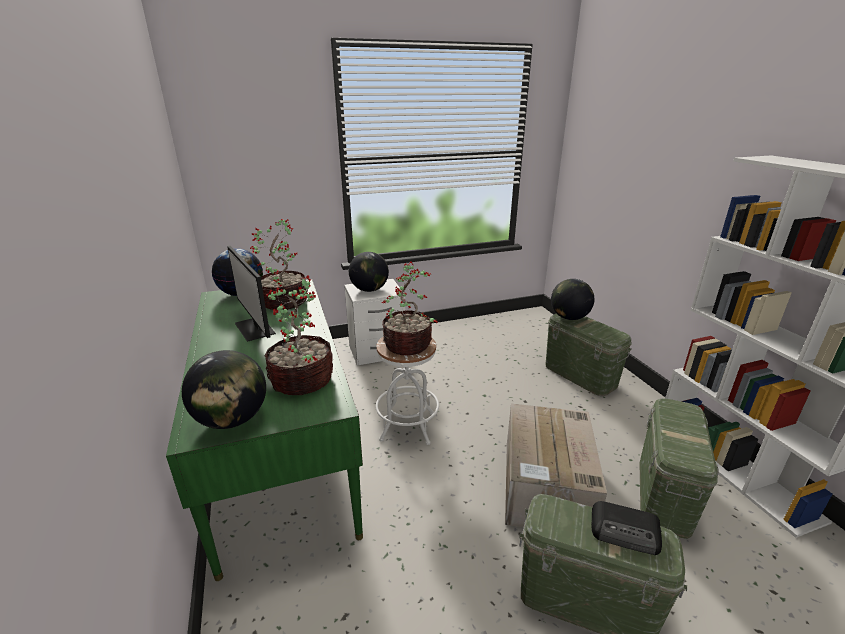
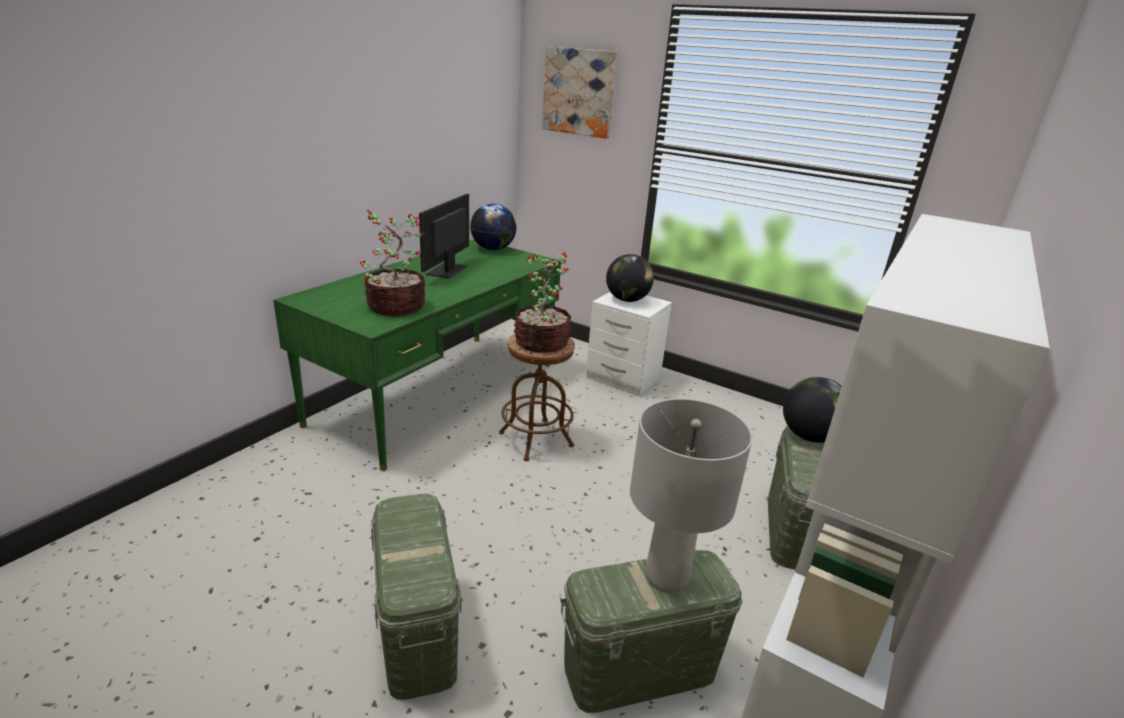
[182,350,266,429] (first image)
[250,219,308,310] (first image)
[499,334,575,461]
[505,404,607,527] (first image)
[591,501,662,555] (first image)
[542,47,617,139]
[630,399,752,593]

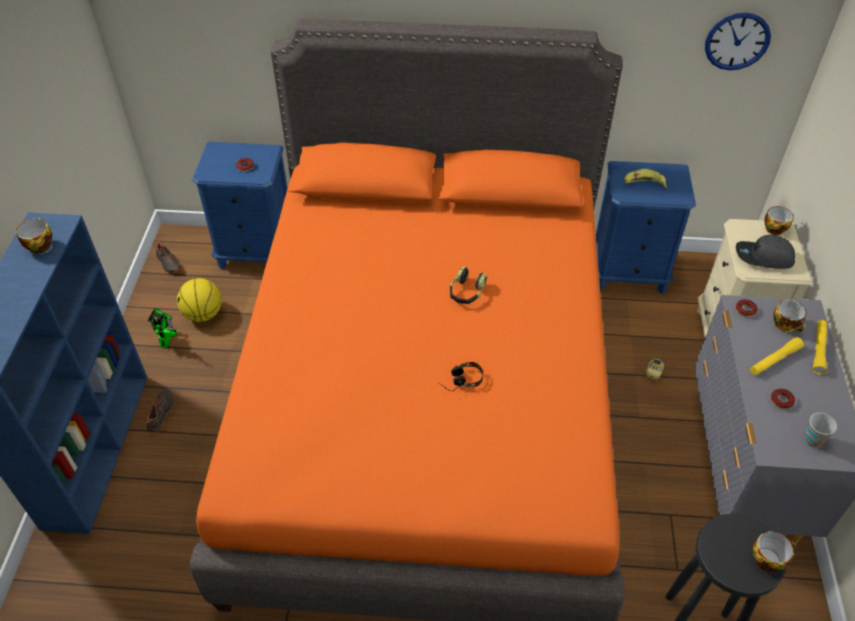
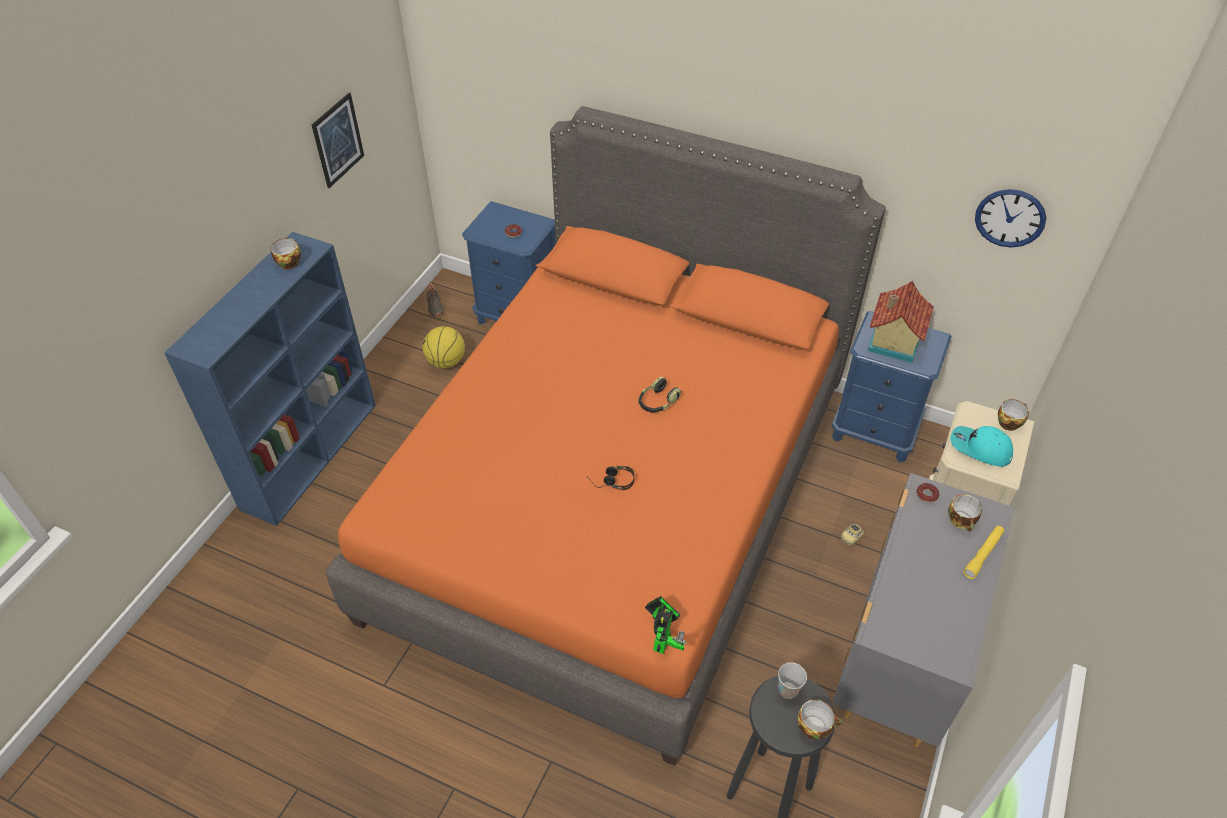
[145,389,174,433] (first image)
[645,596,686,654]
[868,281,934,363]
[951,426,1013,467]
[750,337,804,375] (first image)
[771,389,795,409] (first image)
[778,662,807,699]
[312,93,364,188]

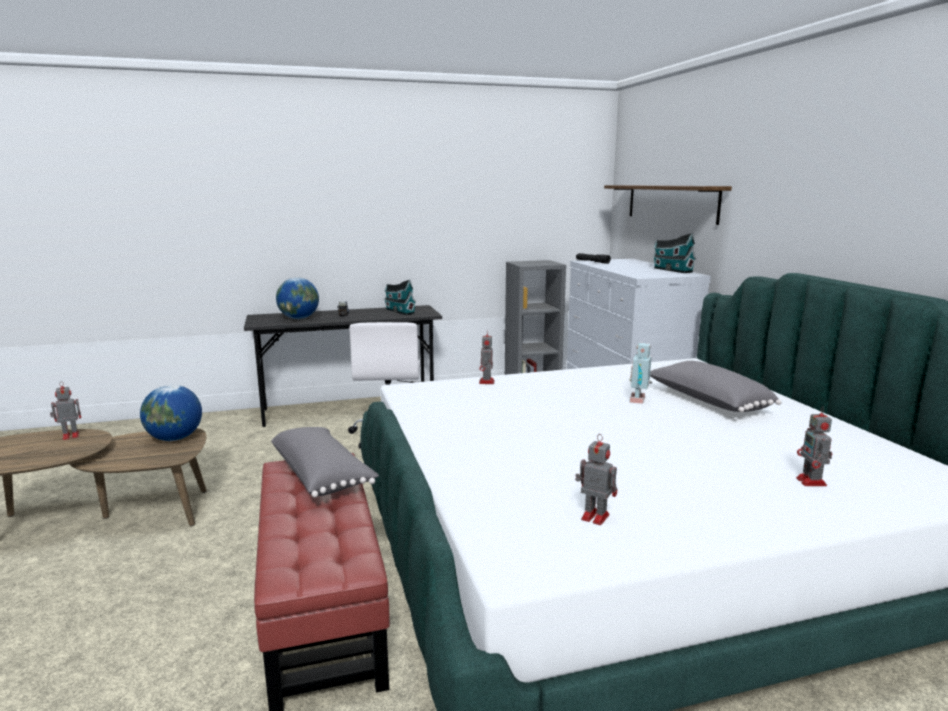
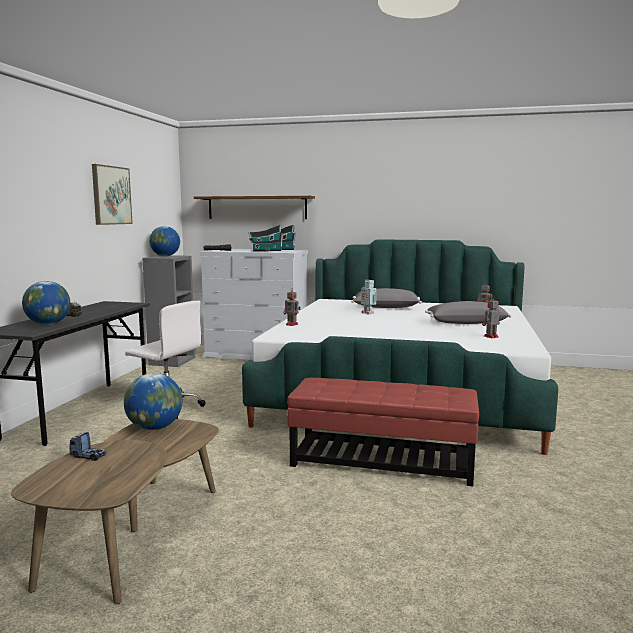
[69,432,106,461]
[425,301,512,324]
[249,225,283,251]
[92,164,133,225]
[149,226,180,256]

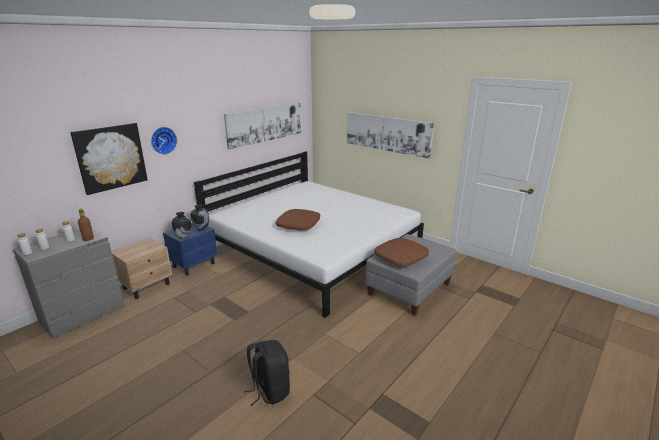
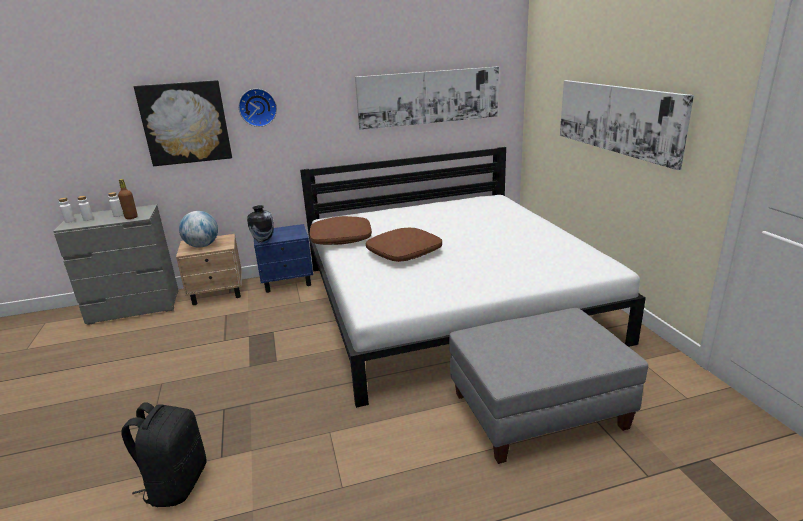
[191,205,209,231] (first image)
[309,216,372,245]
[179,211,218,248]

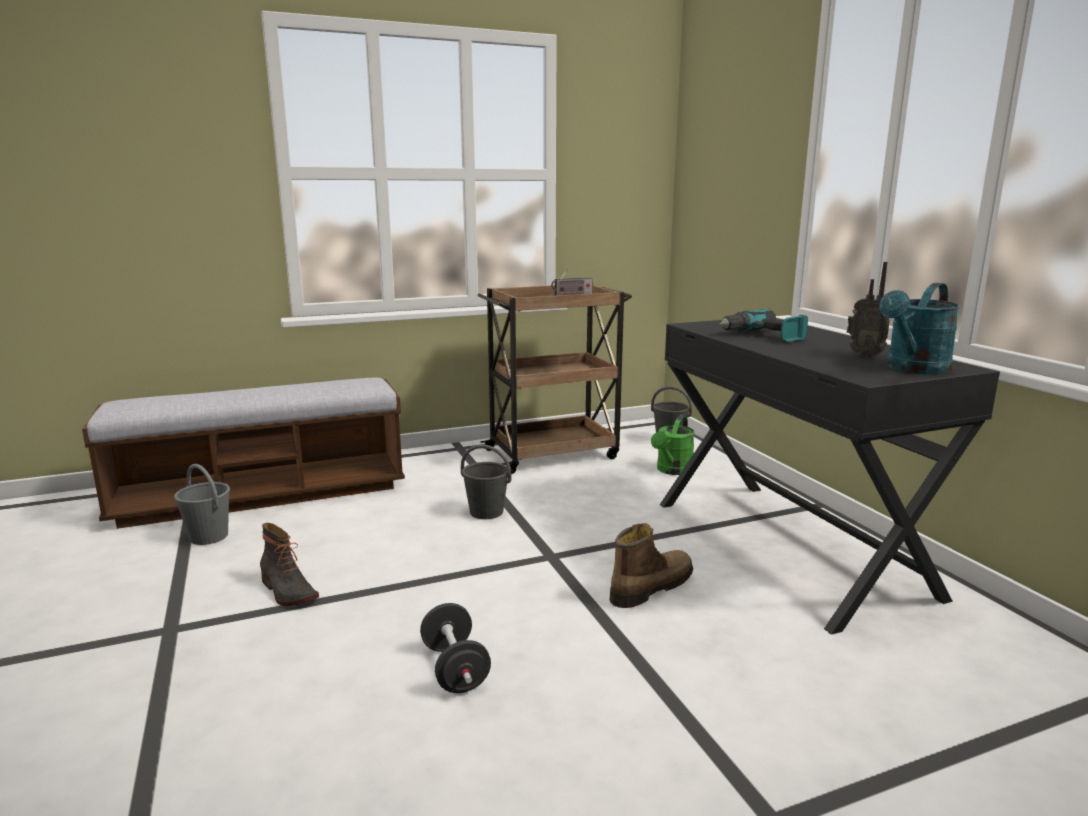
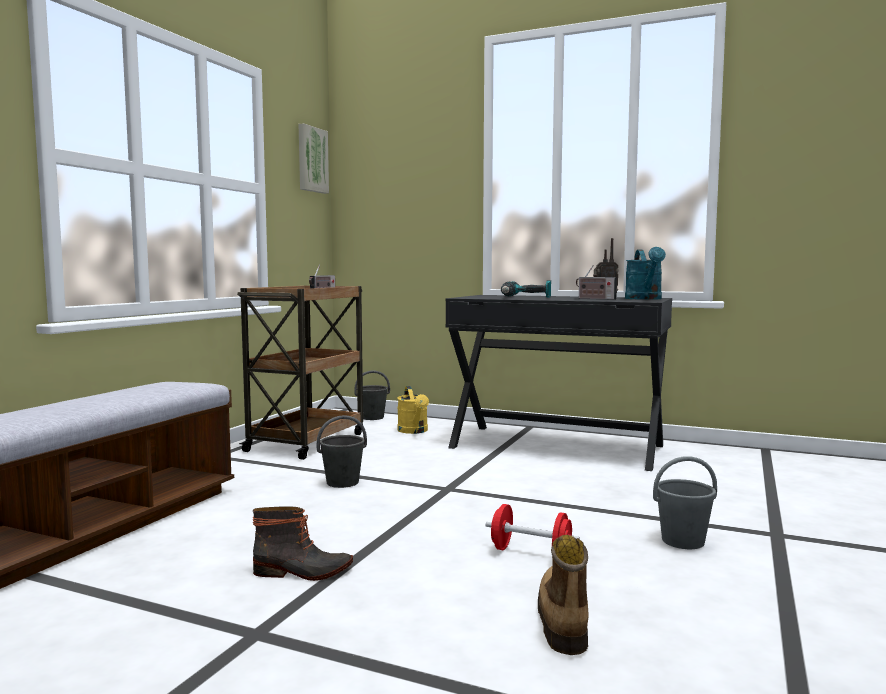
[653,456,717,549]
[486,504,580,550]
[538,535,589,655]
[397,386,429,434]
[299,123,329,194]
[576,265,617,300]

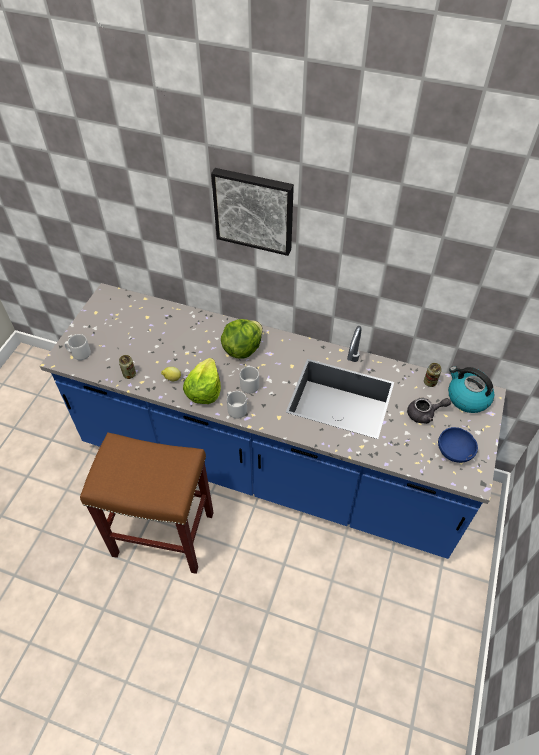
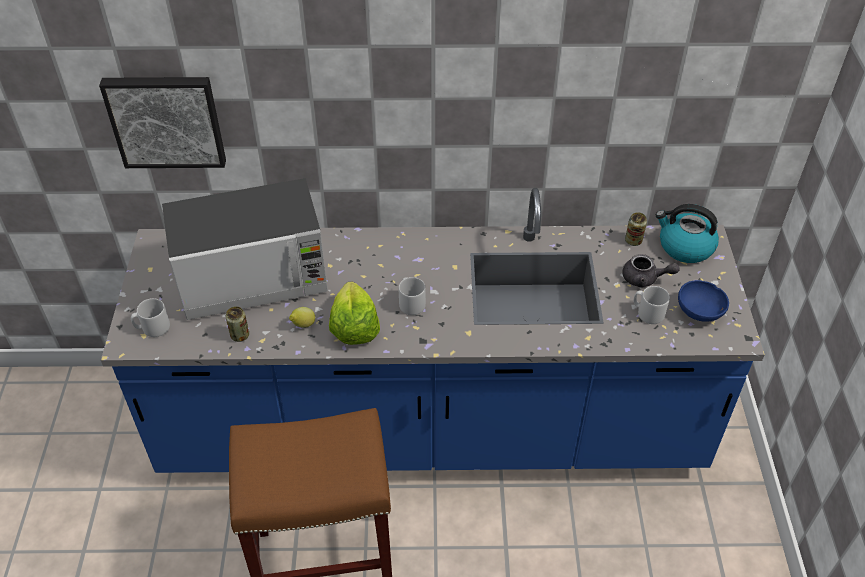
[99,77,226,168]
[221,319,263,359] (first image)
[634,286,670,324]
[622,254,680,287]
[162,178,328,320]

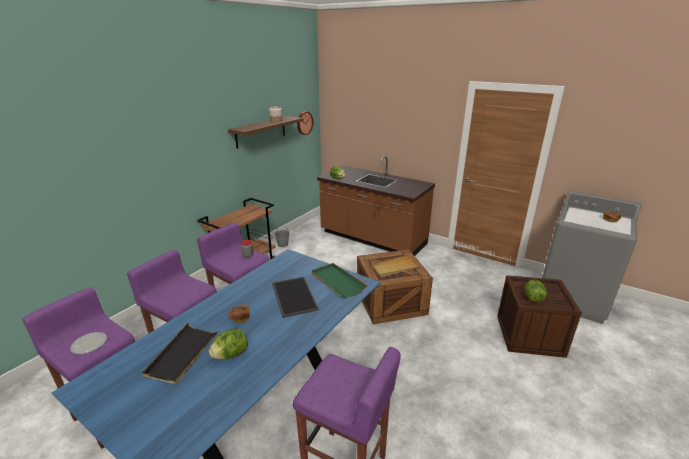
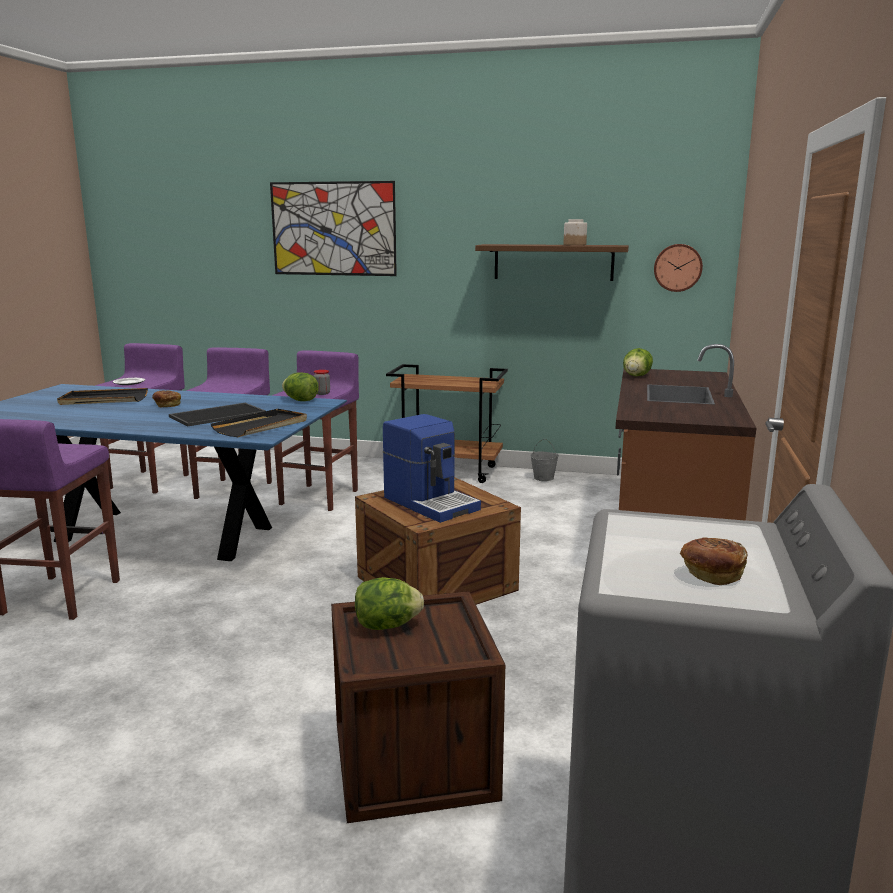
[282,373,319,401]
[211,409,307,437]
[383,414,481,523]
[270,181,397,276]

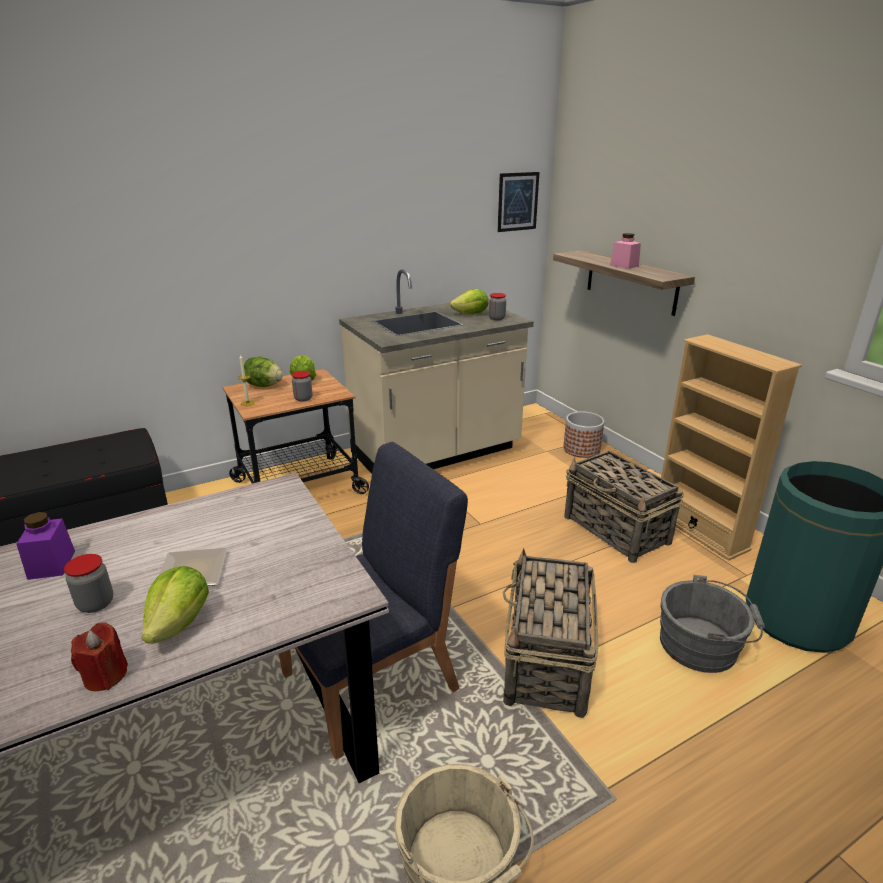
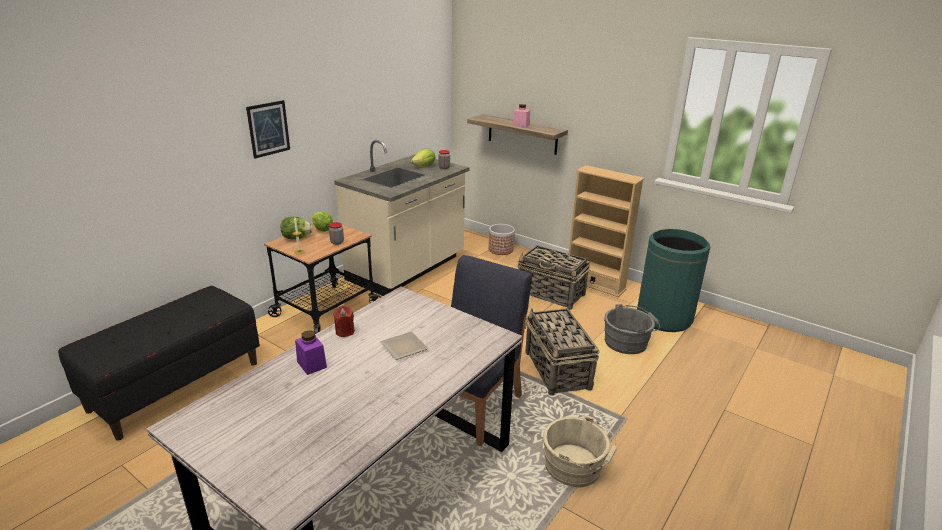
[64,554,113,613] (first image)
[333,306,355,337]
[142,566,209,644] (first image)
[246,100,290,159]

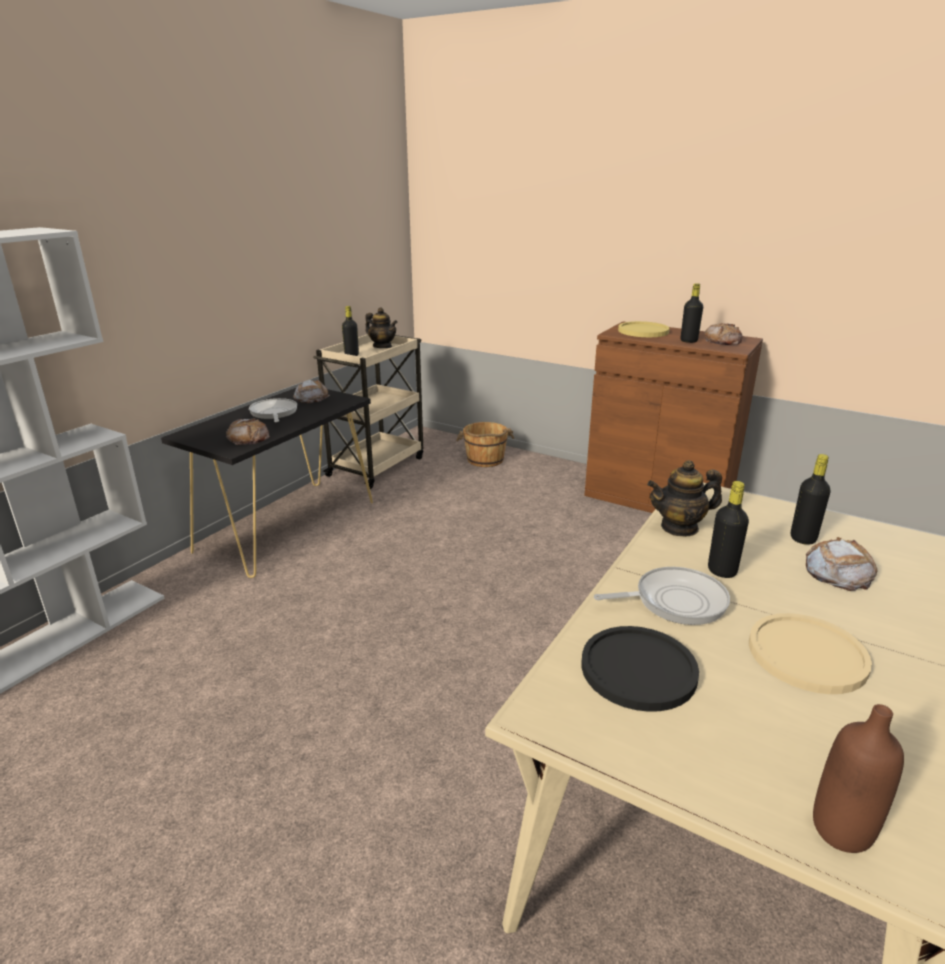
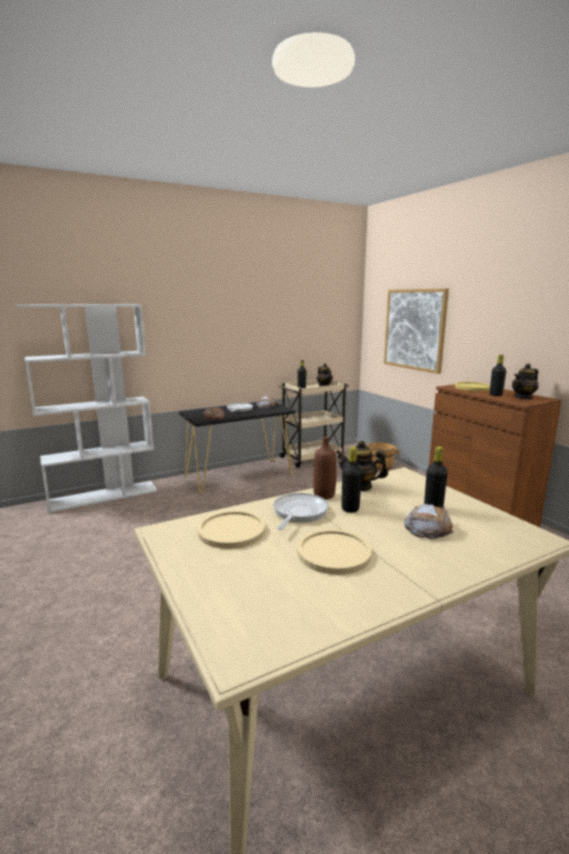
[198,510,265,549]
[273,493,328,530]
[512,363,539,399]
[313,436,337,499]
[384,288,449,374]

